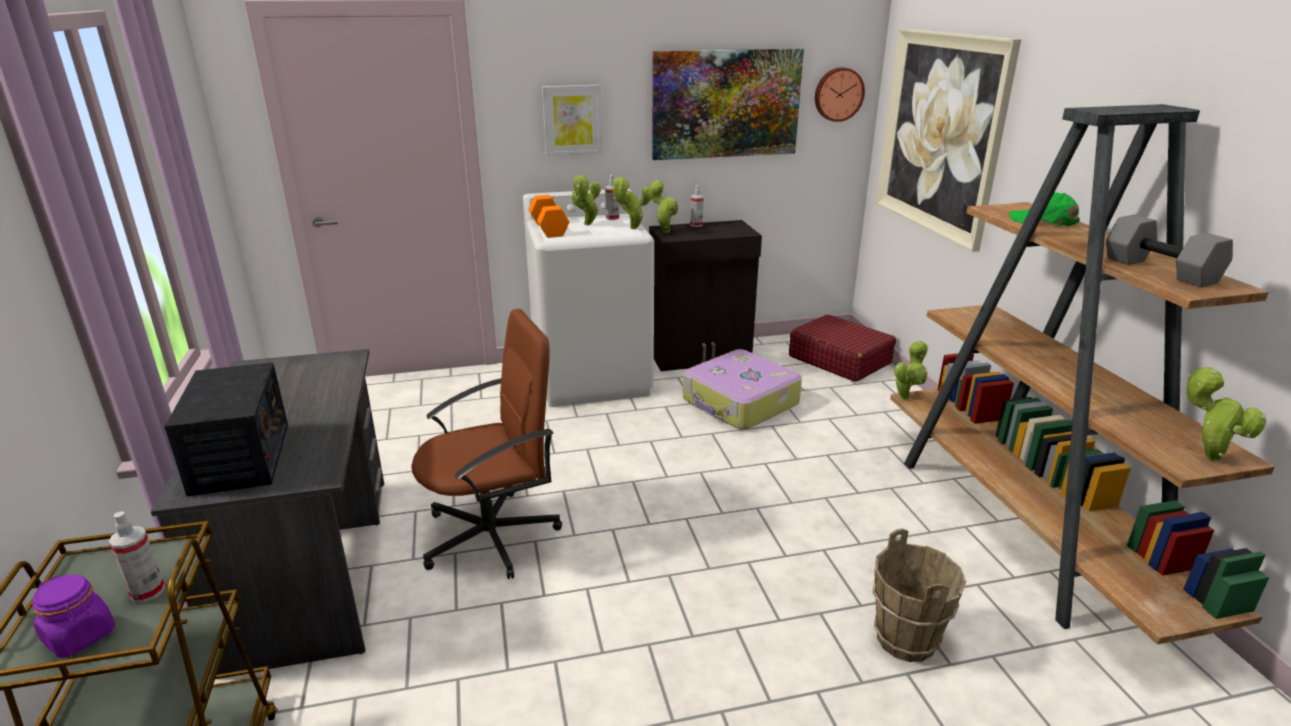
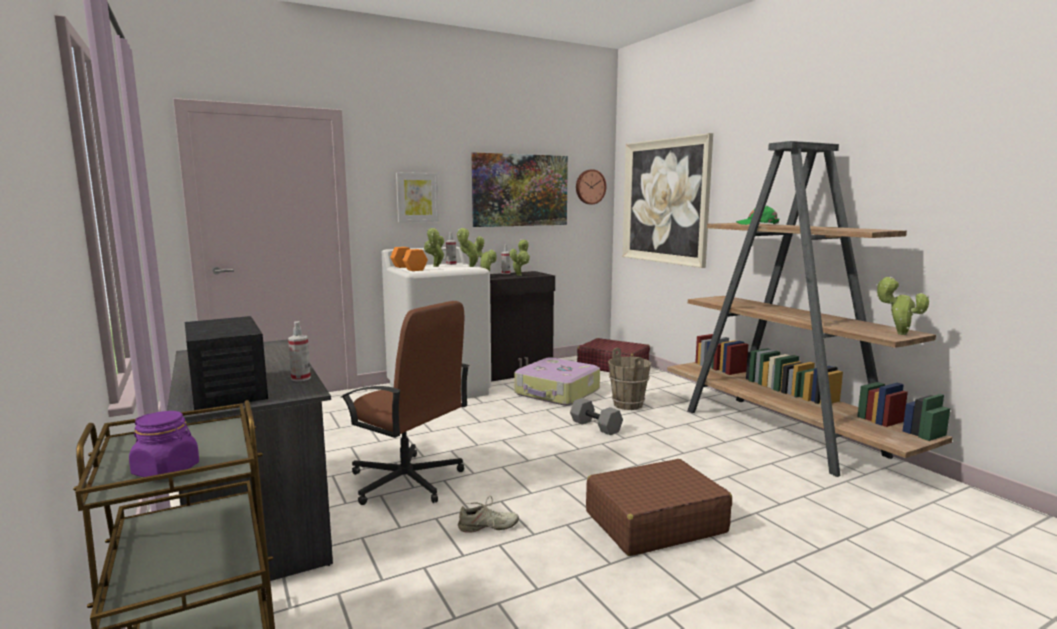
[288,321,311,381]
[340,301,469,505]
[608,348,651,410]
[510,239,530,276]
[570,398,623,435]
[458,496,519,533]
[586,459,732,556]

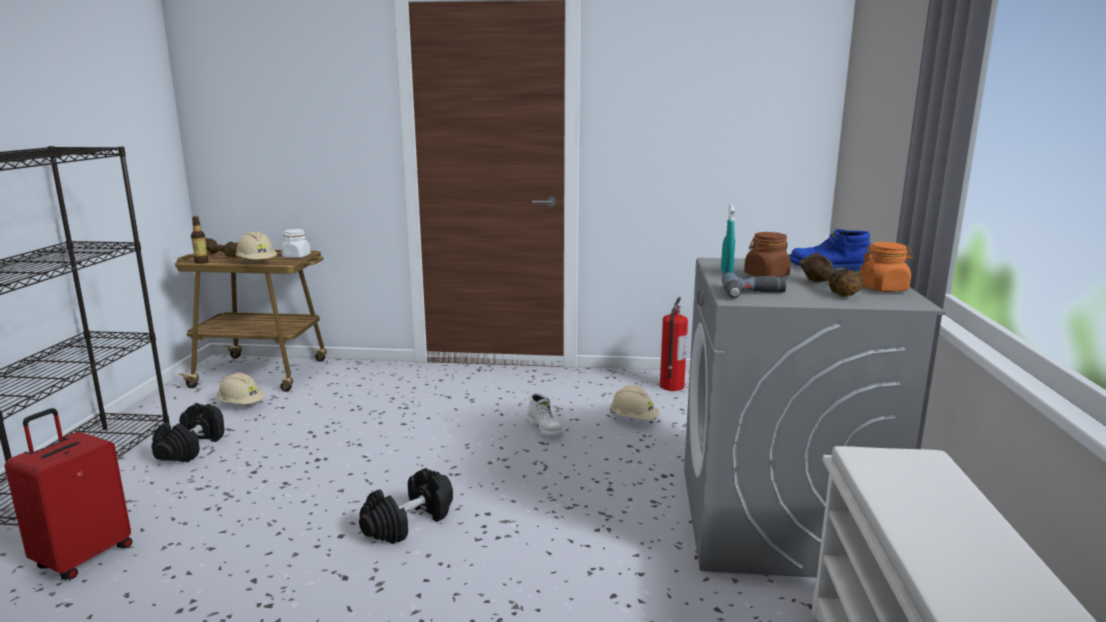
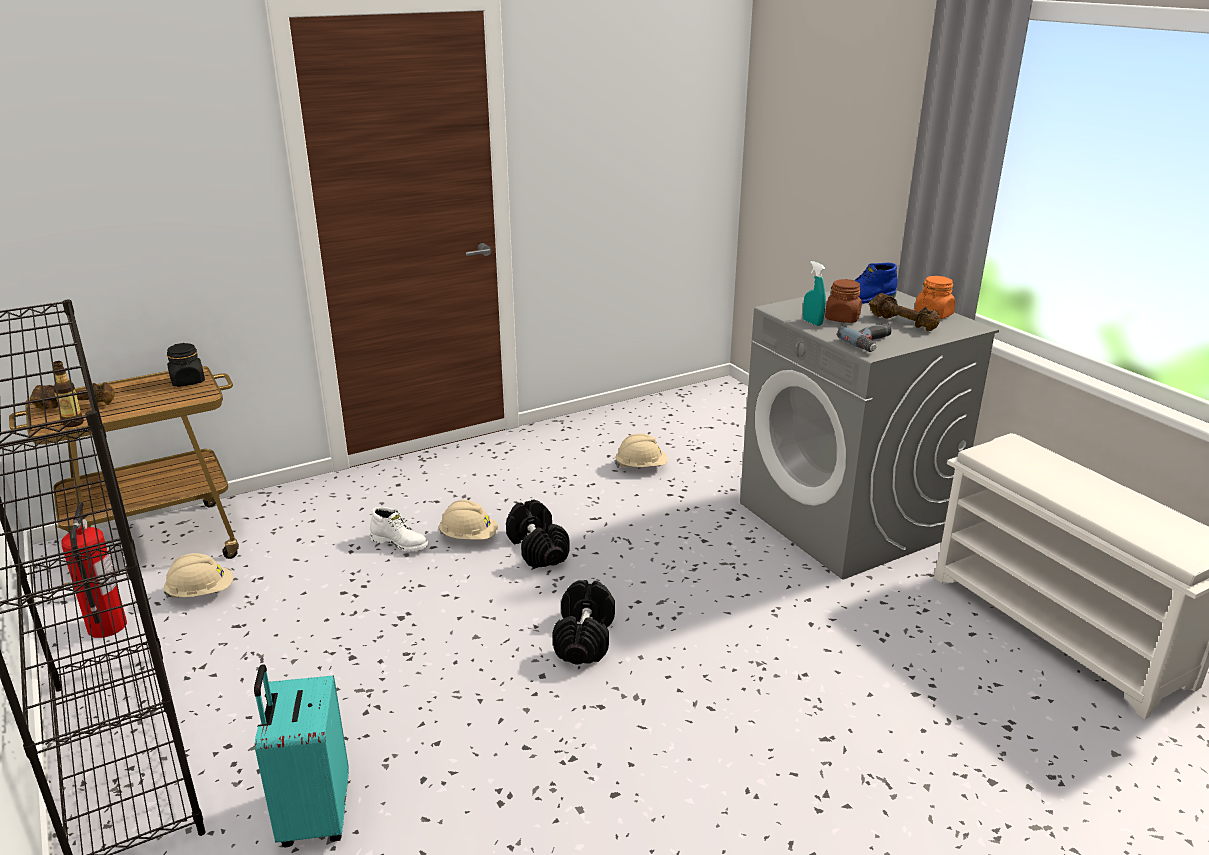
[254,665,349,847]
[506,500,570,569]
[439,500,498,540]
[167,343,205,387]
[370,507,429,551]
[61,502,127,638]

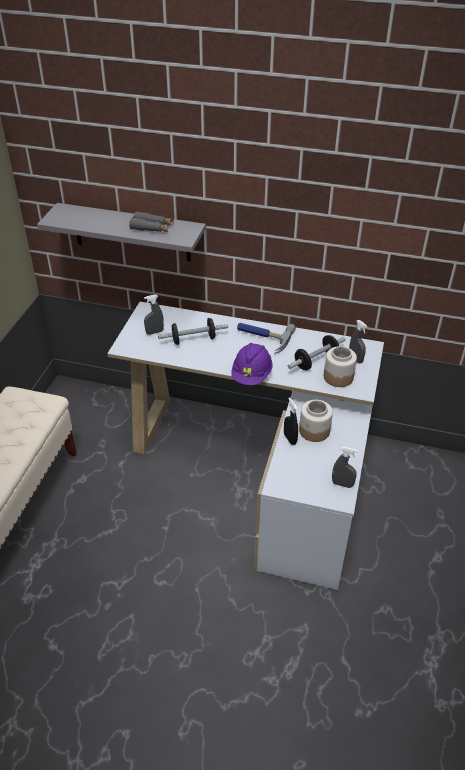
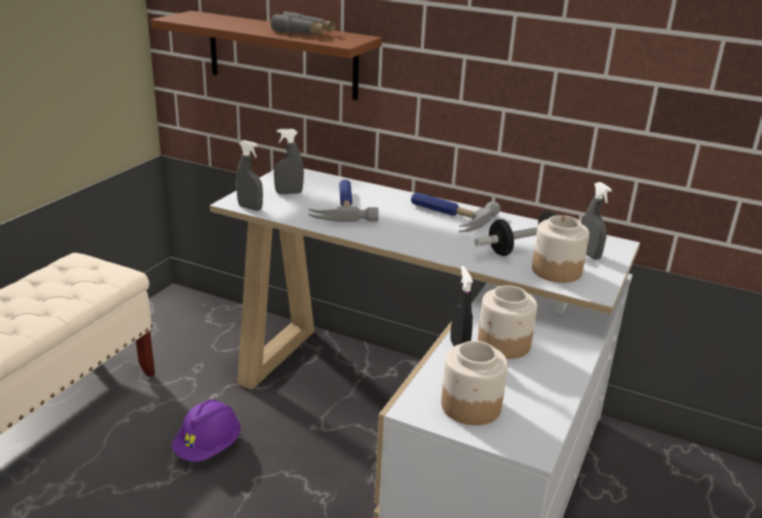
[151,11,382,100]
[308,179,379,222]
[172,400,241,462]
[236,140,263,211]
[441,341,508,425]

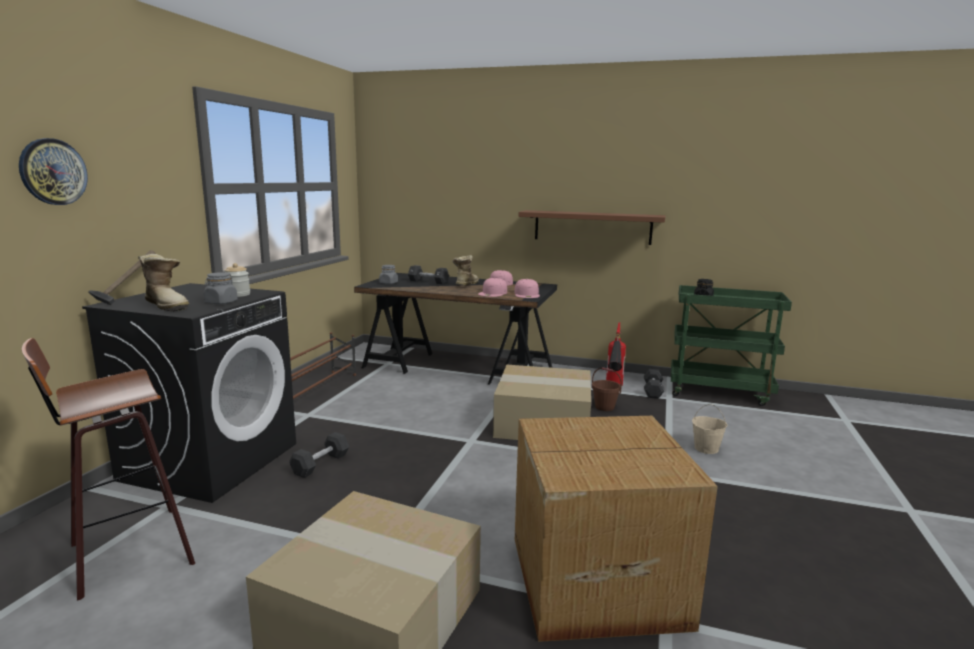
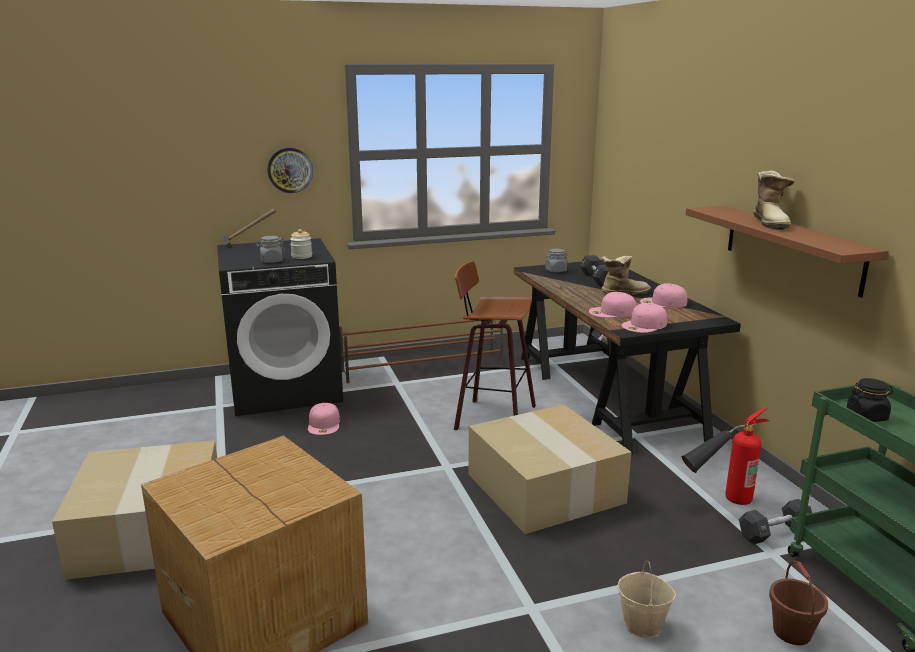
[267,148,313,193]
[454,261,536,430]
[753,171,794,230]
[308,403,340,435]
[769,561,828,645]

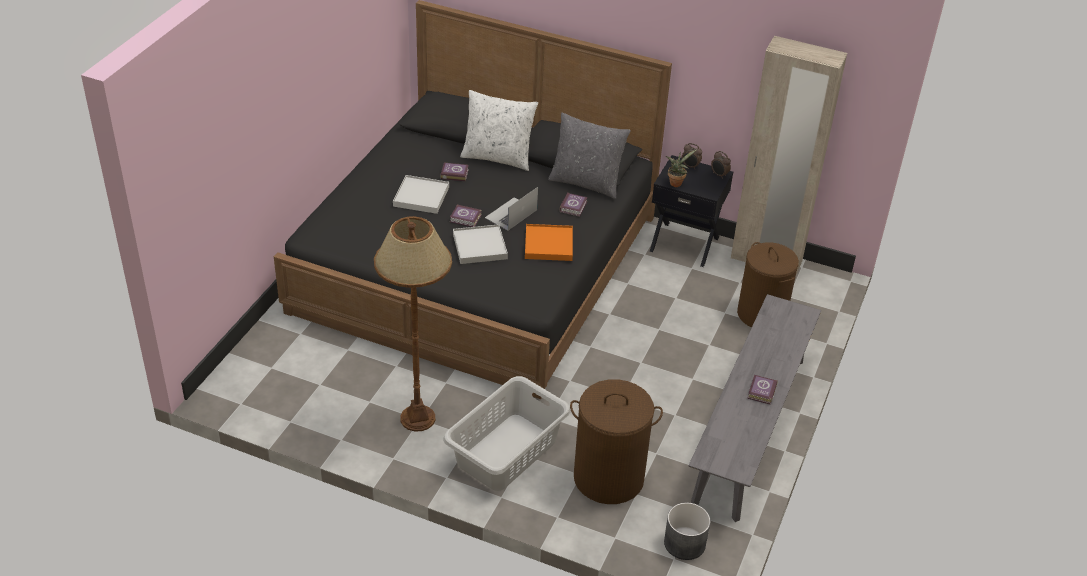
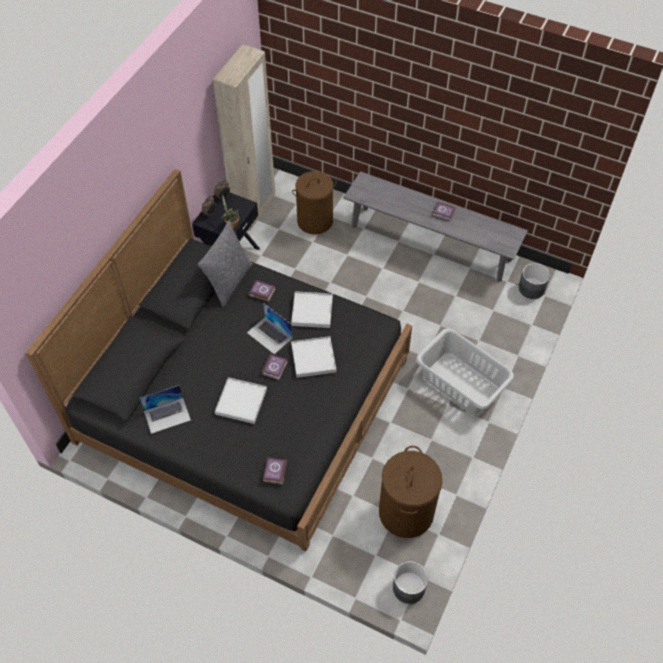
[374,216,452,431] (first image)
[263,457,287,485]
[460,90,538,171] (first image)
[291,291,333,328]
[379,446,442,538]
[139,385,191,434]
[393,561,428,604]

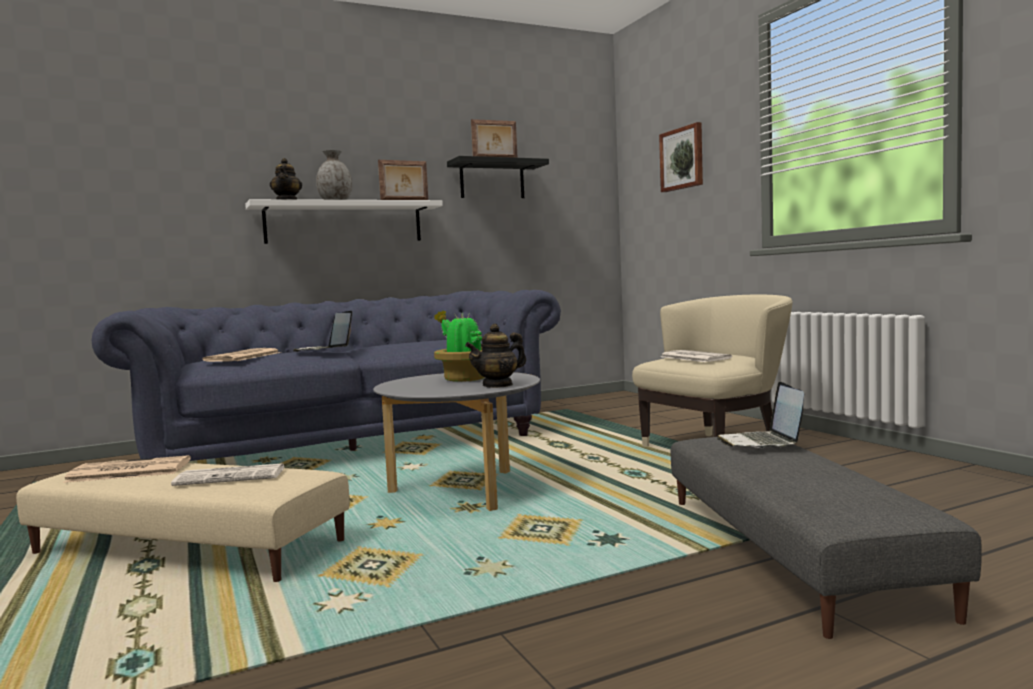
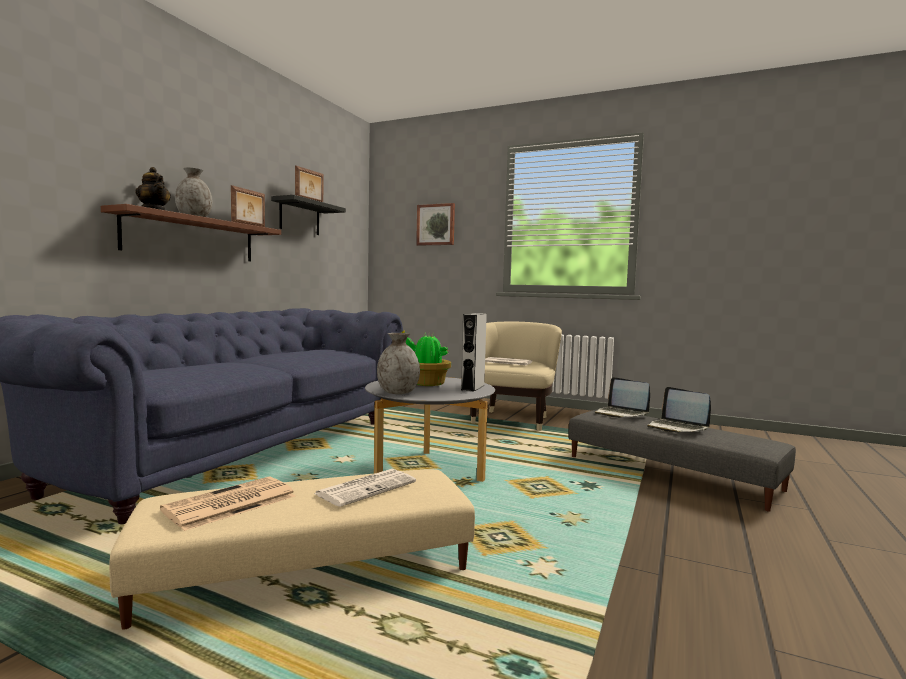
[202,348,281,362] (first image)
[101,204,281,261]
[647,387,711,433]
[461,313,487,392]
[377,333,420,394]

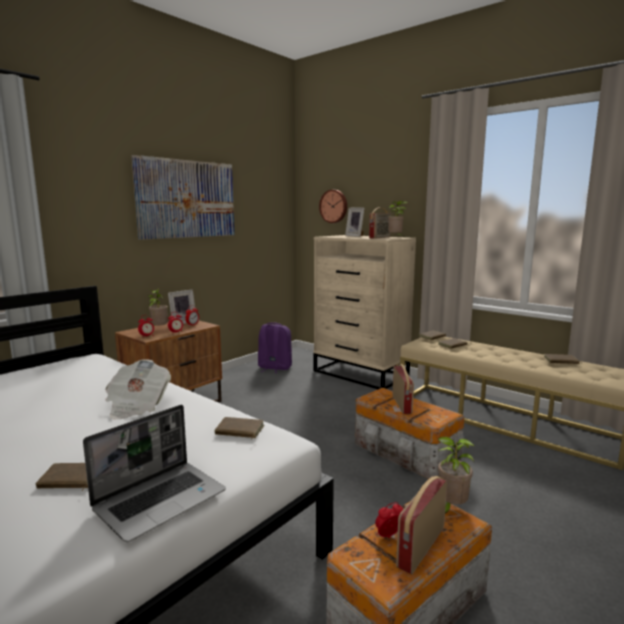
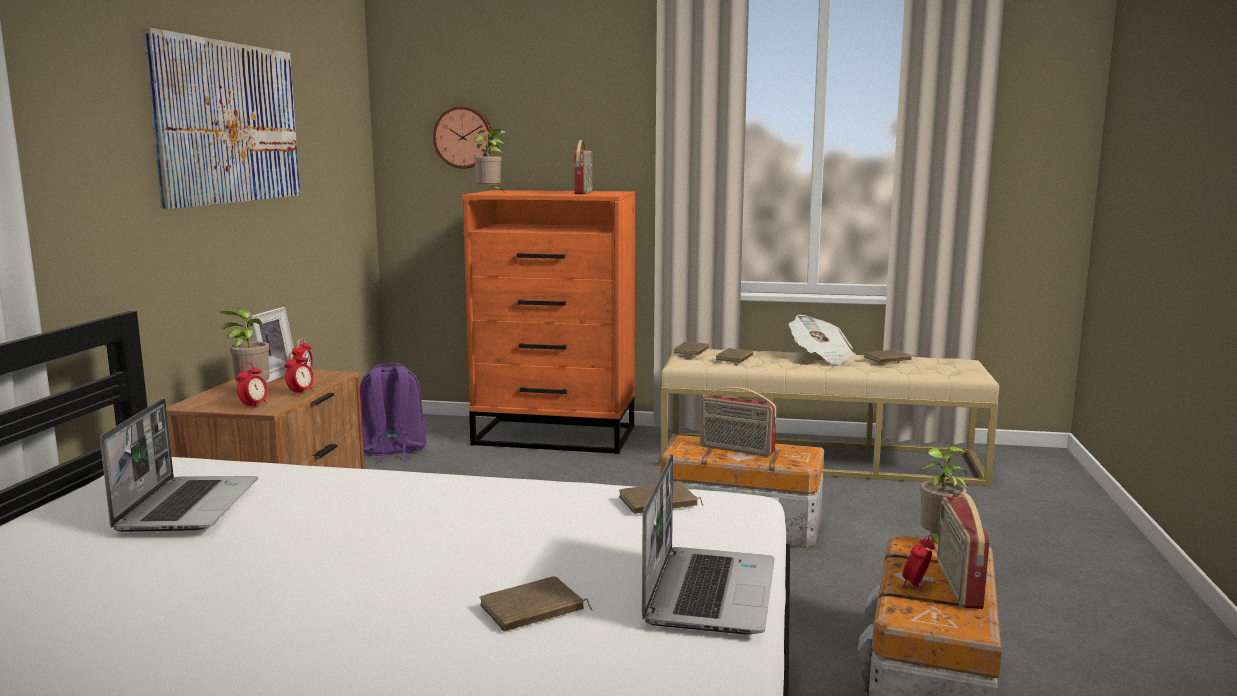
[789,315,856,365]
[462,190,635,454]
[345,207,364,237] (first image)
[474,129,506,190]
[700,387,777,457]
[100,398,258,532]

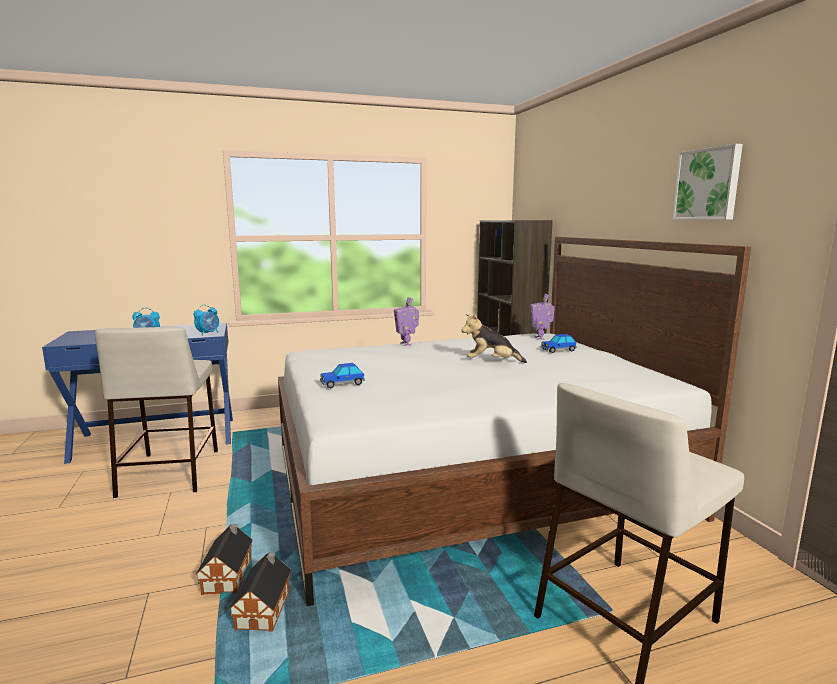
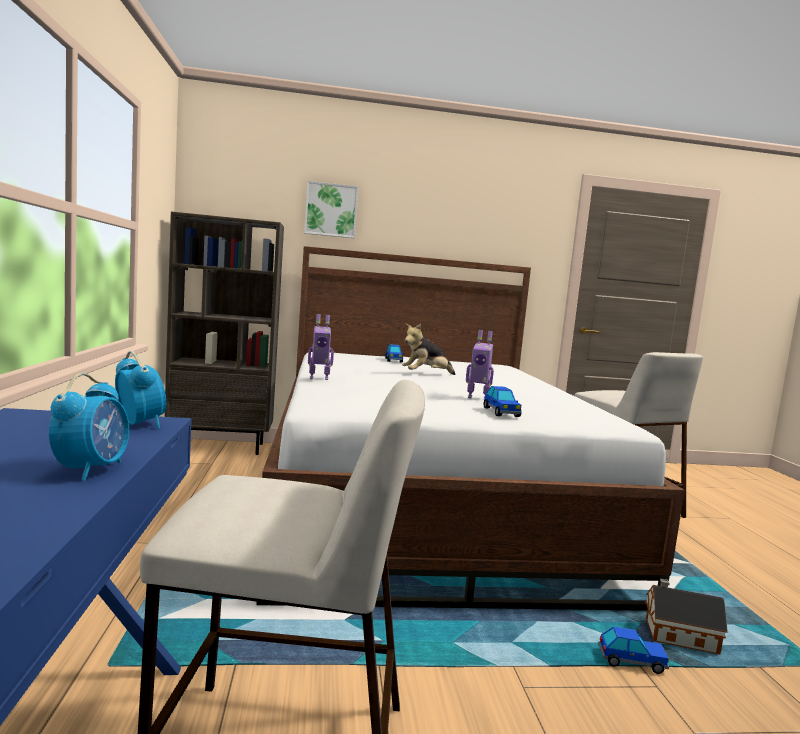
[598,627,669,674]
[402,324,455,375]
[466,330,494,400]
[304,181,359,238]

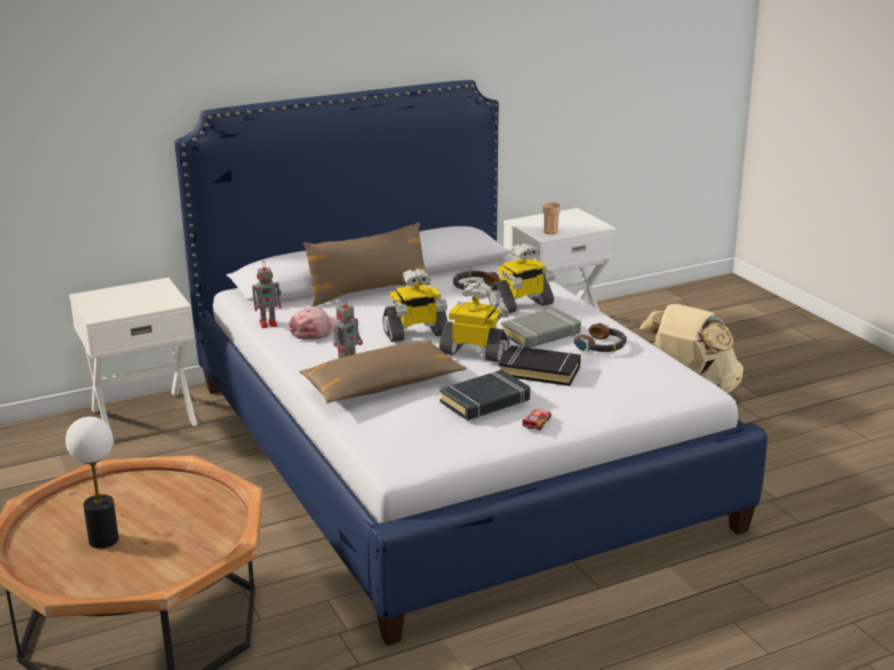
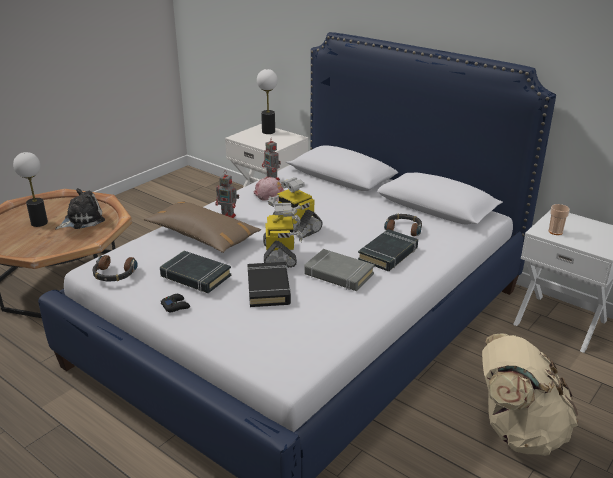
[303,222,430,307] (first image)
[358,229,418,271]
[161,294,190,312]
[92,255,138,281]
[55,188,105,230]
[257,69,278,134]

